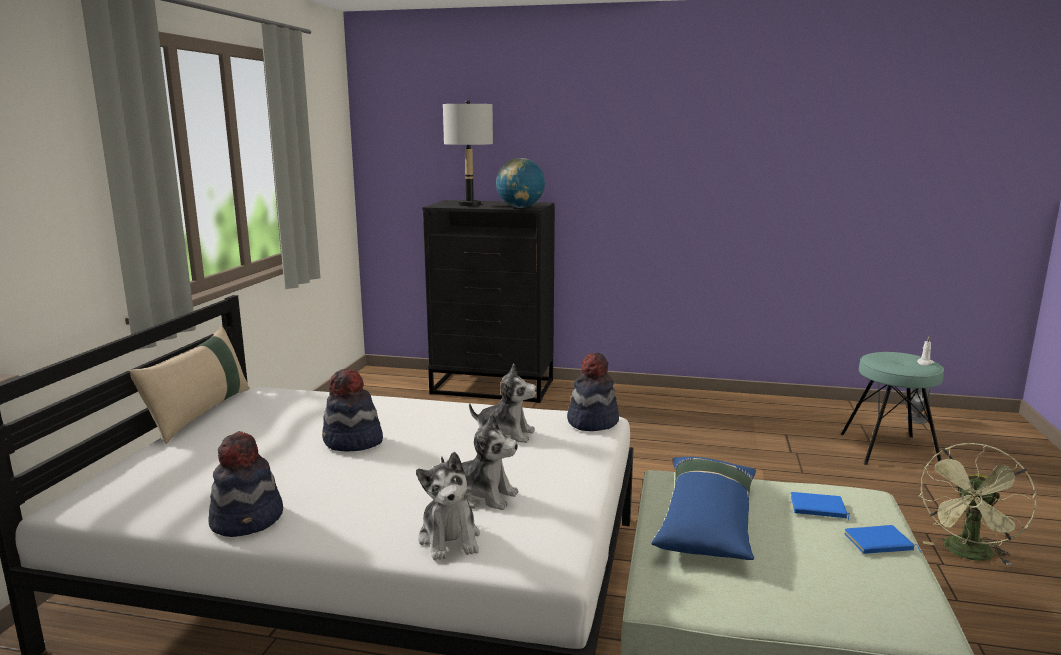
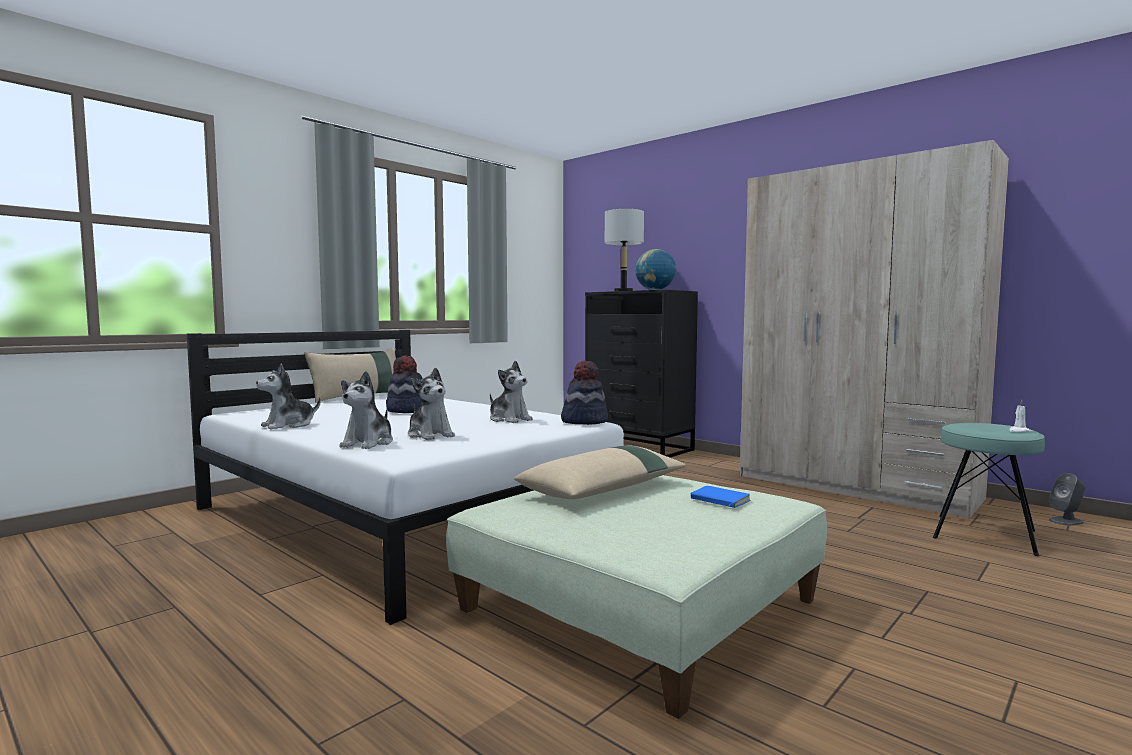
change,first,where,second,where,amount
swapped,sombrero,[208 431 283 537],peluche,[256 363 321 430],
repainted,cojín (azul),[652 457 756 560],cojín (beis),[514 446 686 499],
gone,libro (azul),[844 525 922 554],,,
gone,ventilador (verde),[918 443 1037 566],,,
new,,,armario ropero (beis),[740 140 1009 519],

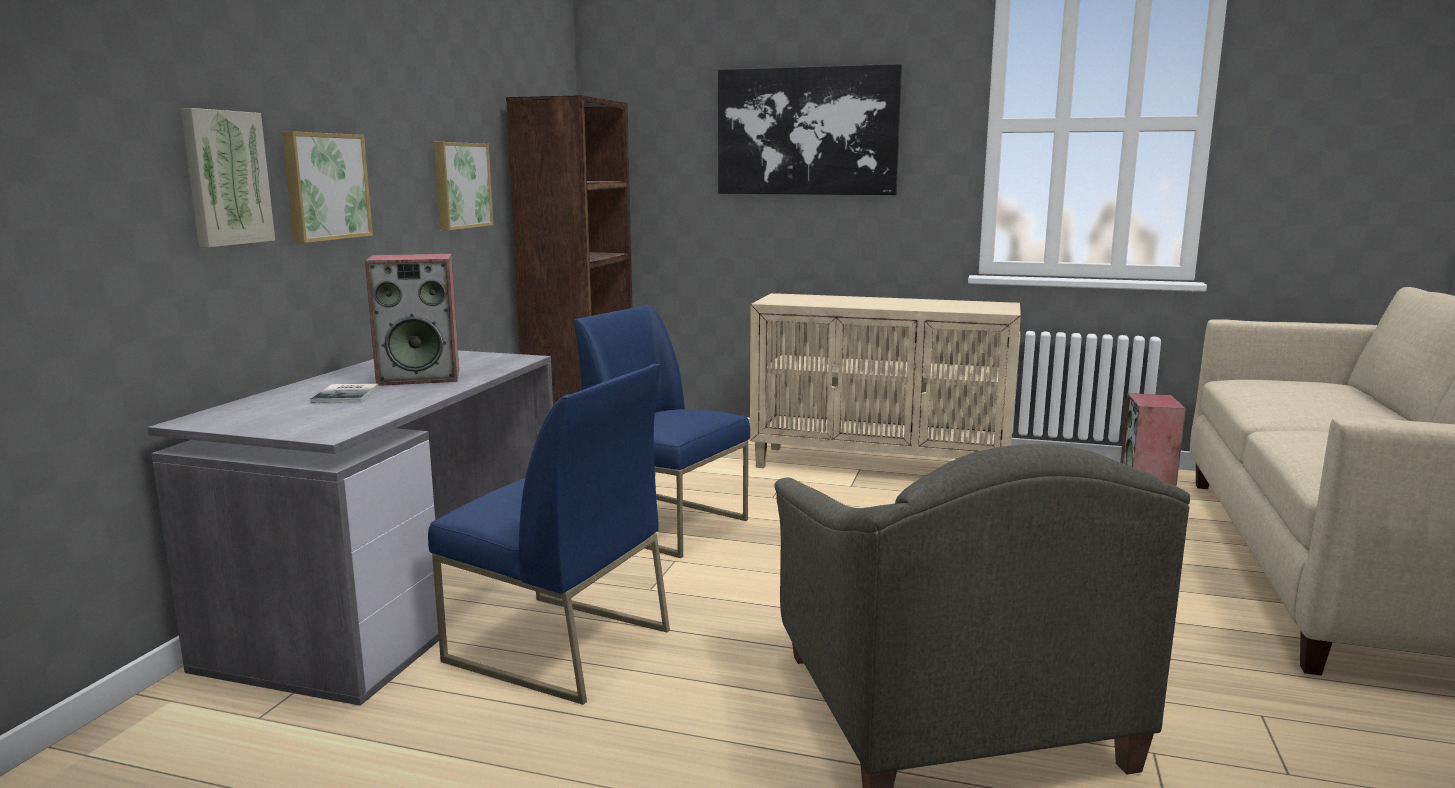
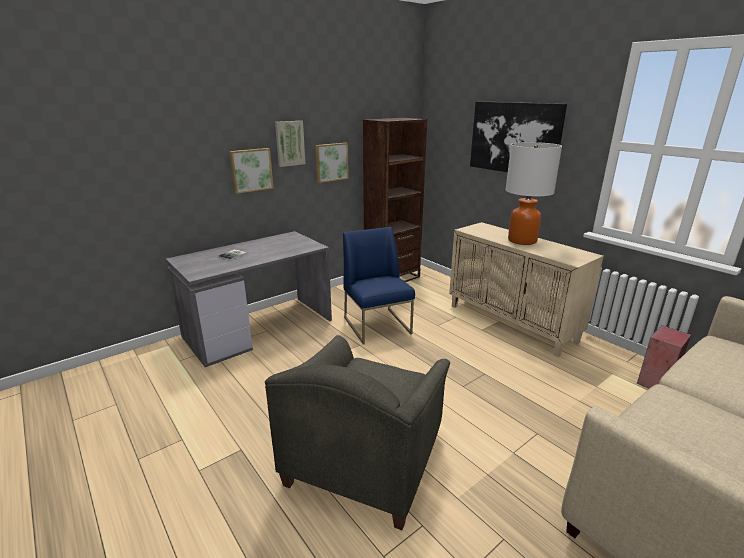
change,first,where,second,where,amount
shifted,cuadro,[180 108 275 247],,[275 121 305 167],
gone,altavoz,[365 254 459 386],,,
gone,silla (azul),[428 364 670 705],,,
new,,,lámpara de mesa,[505 142 562 245],

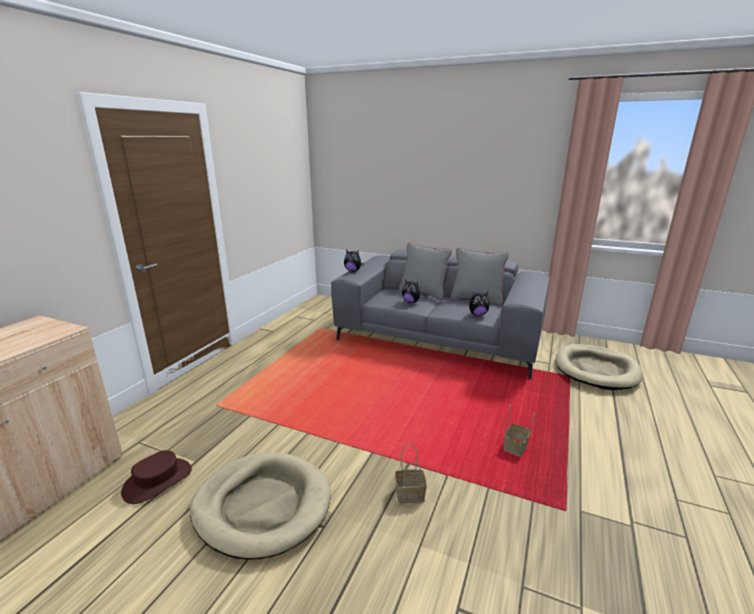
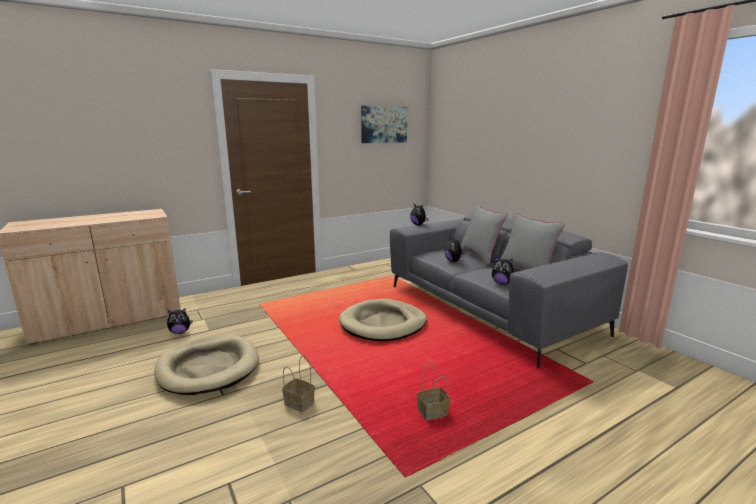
change,first,where,second,where,amount
swapped,sombrero (marrón),[121 450 192 504],peluche,[167 308 193 334],
shifted,cama para perro (beis),[556 344 643 390],,[339 299 427 341],
new,,,cuadro,[361 106 408 143],

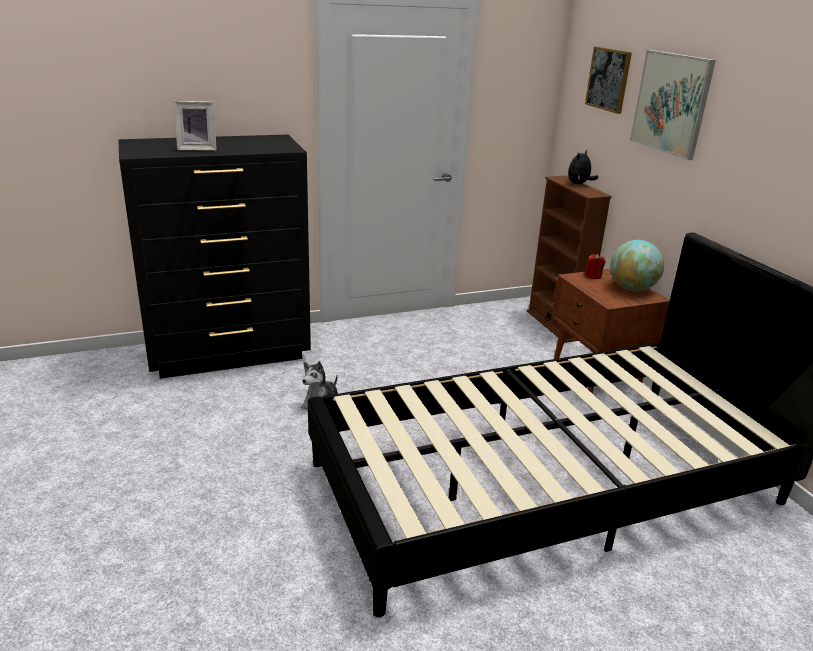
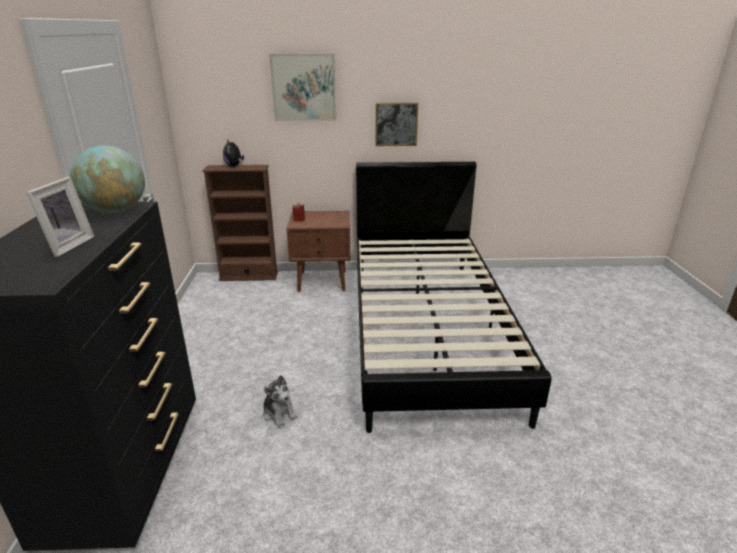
change,first,where,second,where,amount
shifted,cuadro,[585 47 632 114],,[376 102 418 146],
shifted,globo terráqueo,[610 240 664 291],,[70 146 145 213],

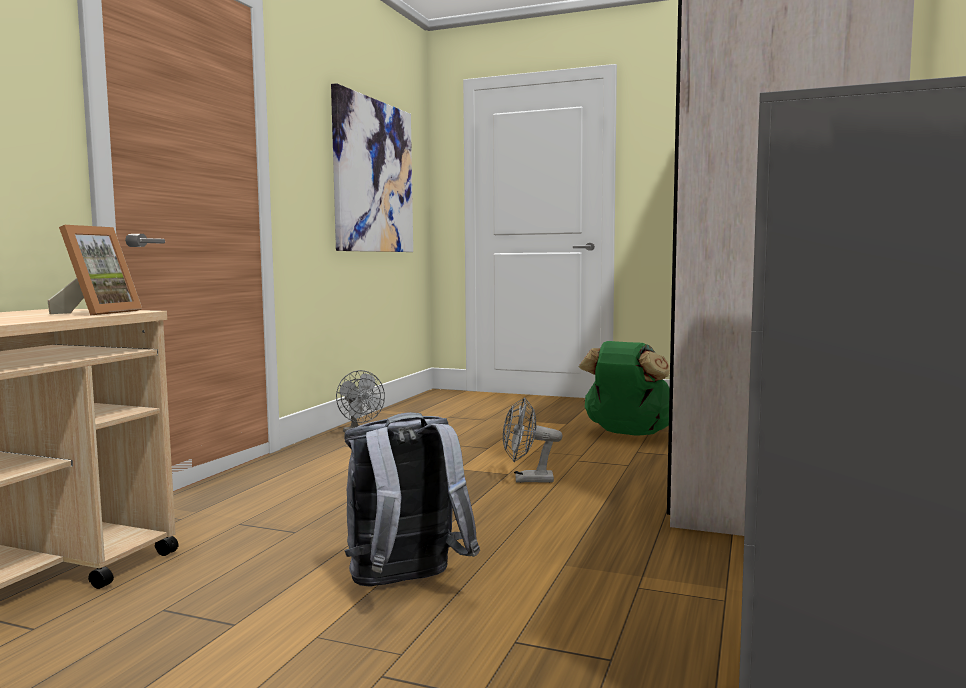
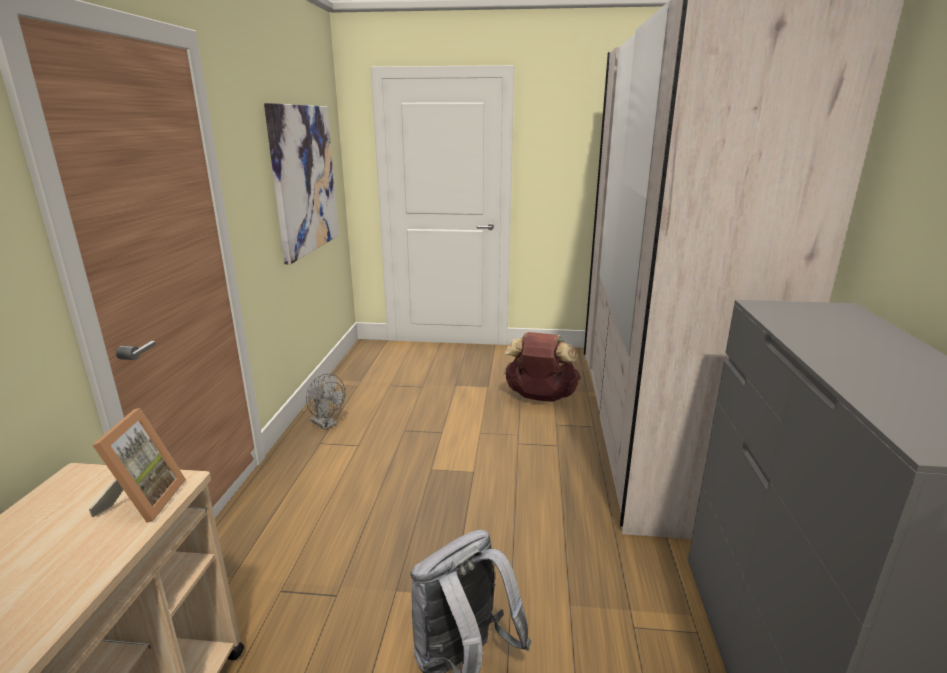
change,first,where,second,where,amount
gone,ventilador (gris),[503 397 562 483],,,
repainted,mochila (verde),[579 341 670 436],mochila (marrón),[504 332 581 401],

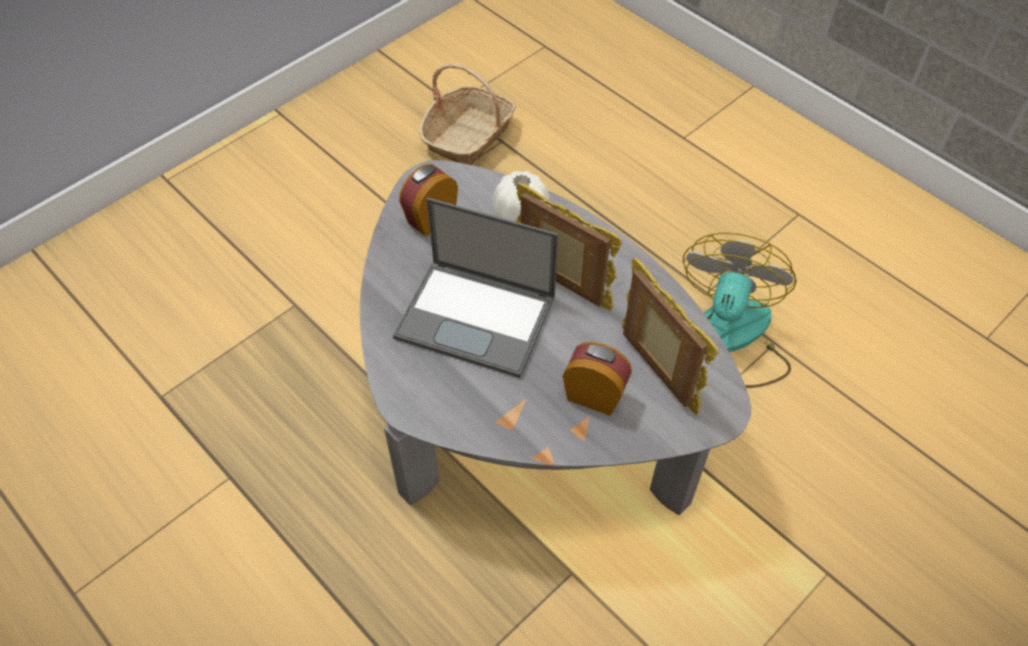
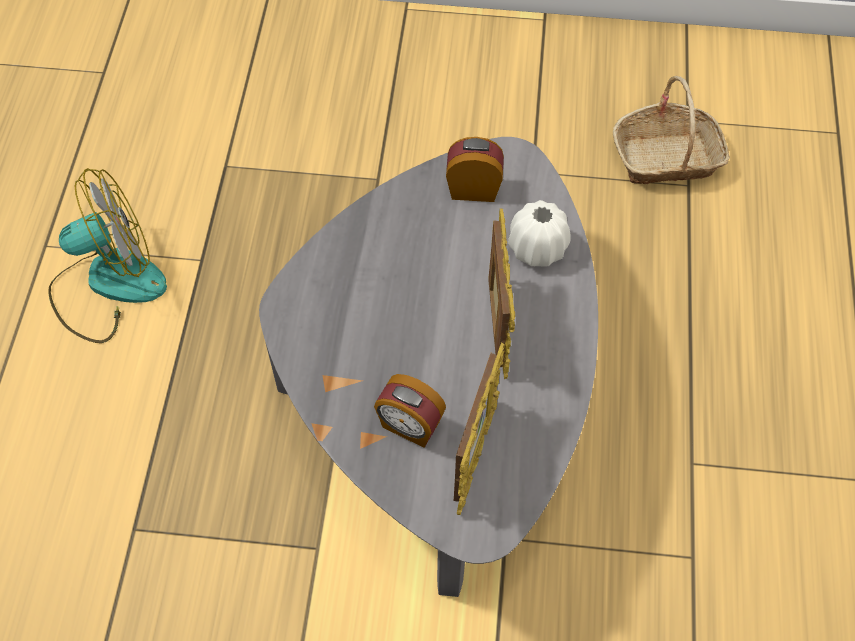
change,first,where,second,where,amount
gone,portátil,[393 198 558 378],,,
rotated,despertador,[563 342 632 416],,[374 374 446 448],135 degrees clockwise
shifted,ventilador,[683 232 797 388],,[48 168 167 343],

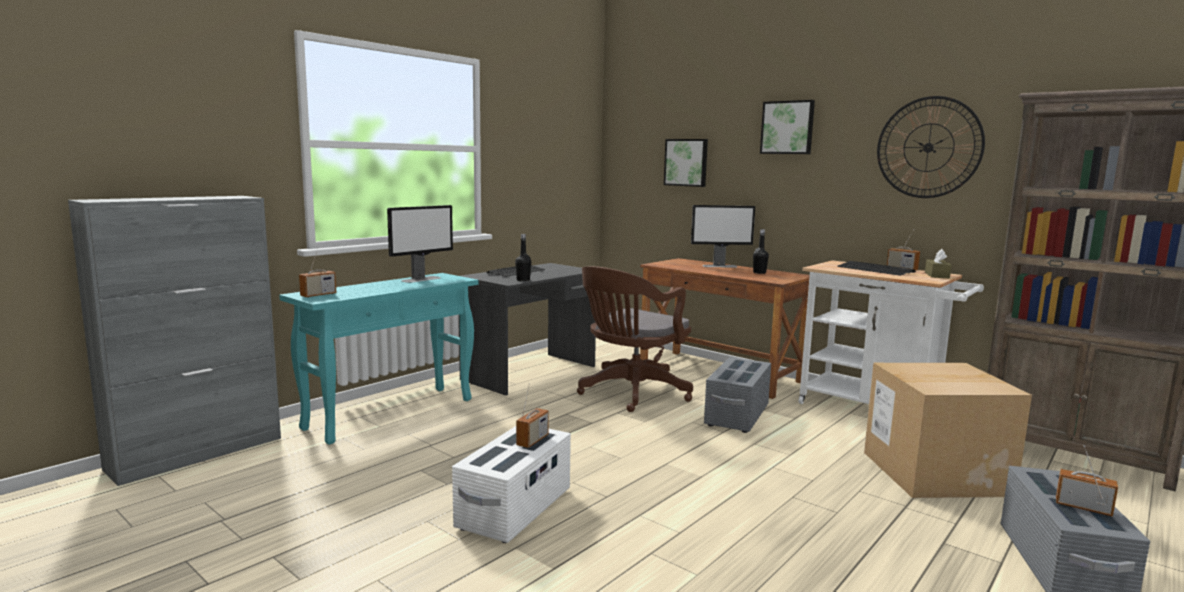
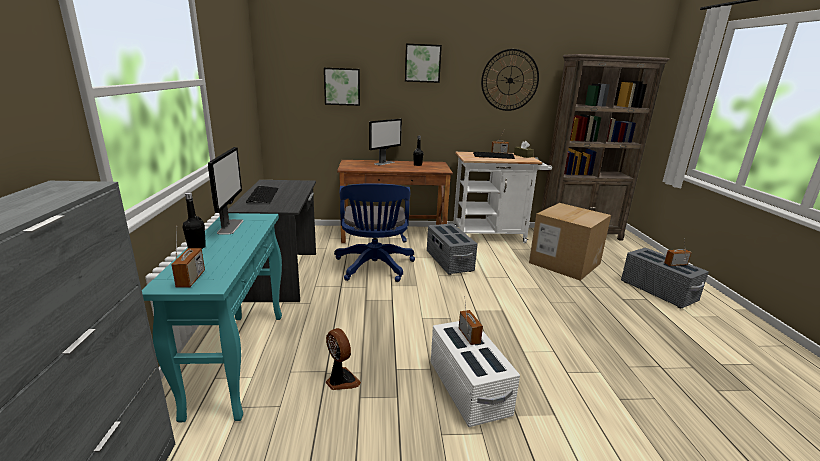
change,first,where,second,where,amount
shifted,botella (negro),[515 234 531 281],,[183 193 206 249],
repainted,silla de oficina (marrón),[577 266 693 412],silla de oficina (azul),[334 183 415 282],
new,,,ventilador,[326 328 361 390],

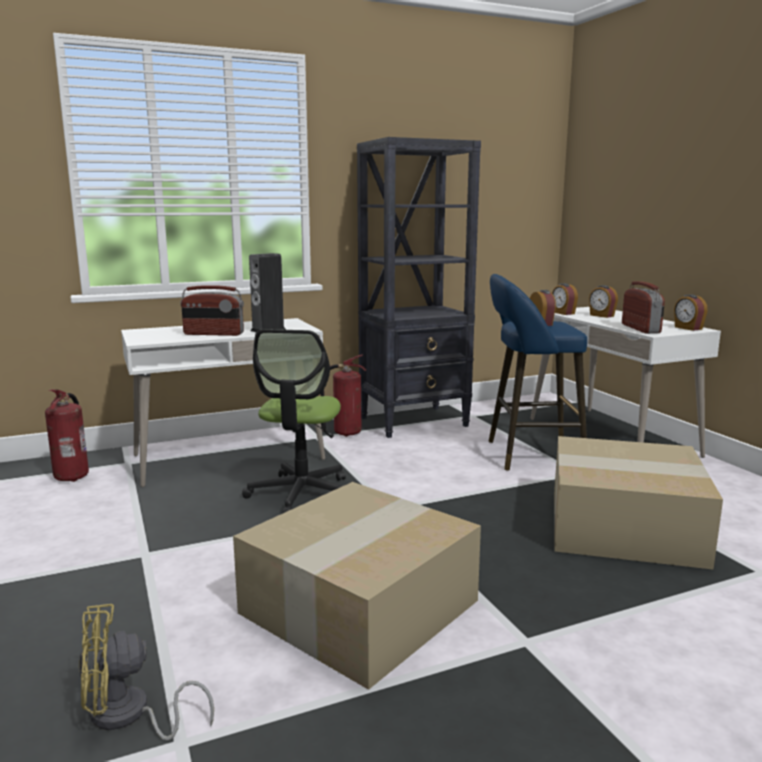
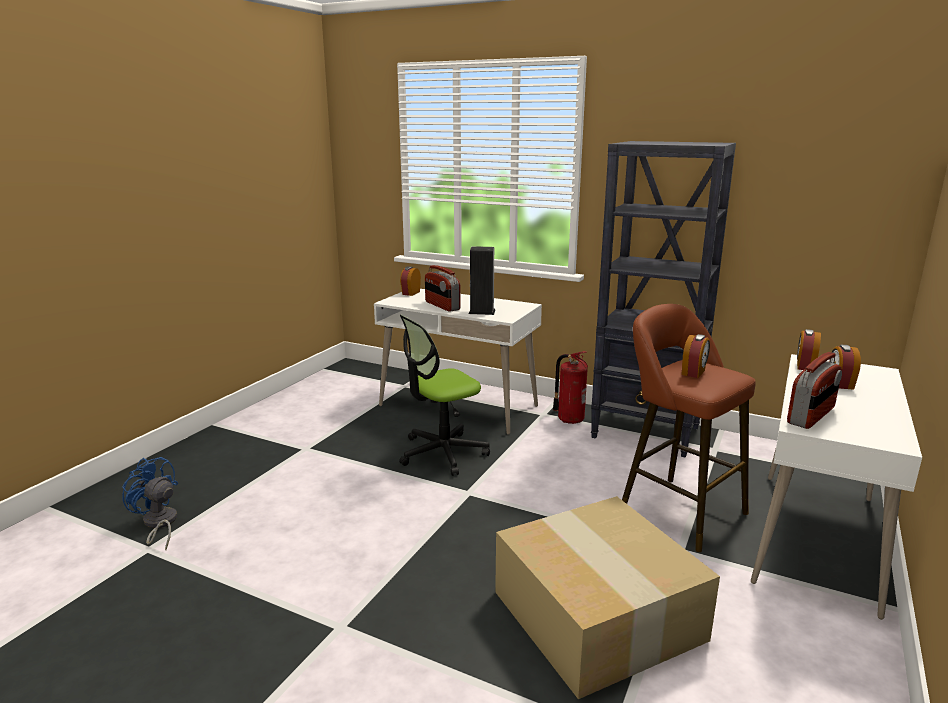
change,first,where,second,where,amount
gone,extintor,[45 389 89 482],,,
repainted,ventilador (amarillo),[78 604 214 740],ventilador (azul),[122 457 178 550],
gone,caja de cartón,[233 482 481 690],,,
repainted,taburete (azul),[488 274 587 471],taburete (marrón),[622 304 756 552],
shifted,despertador,[674 294 707 331],,[400 266 421 296],

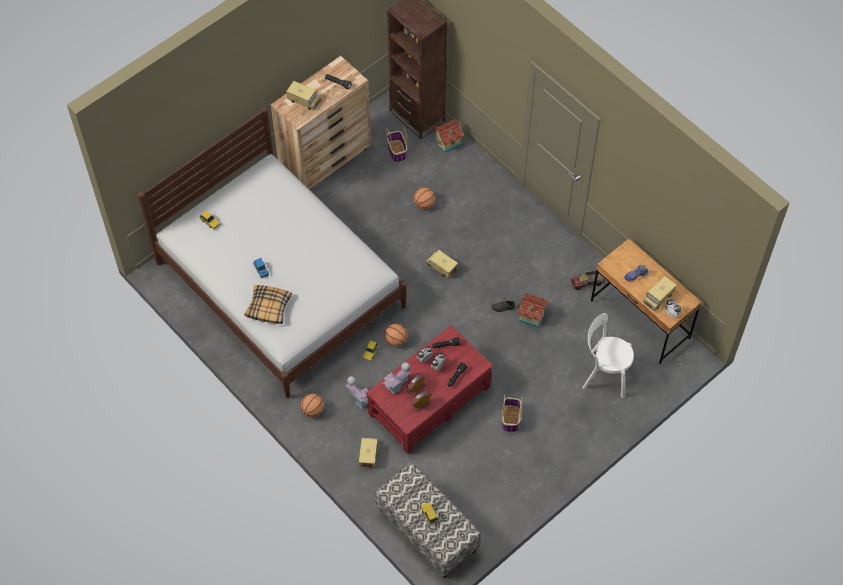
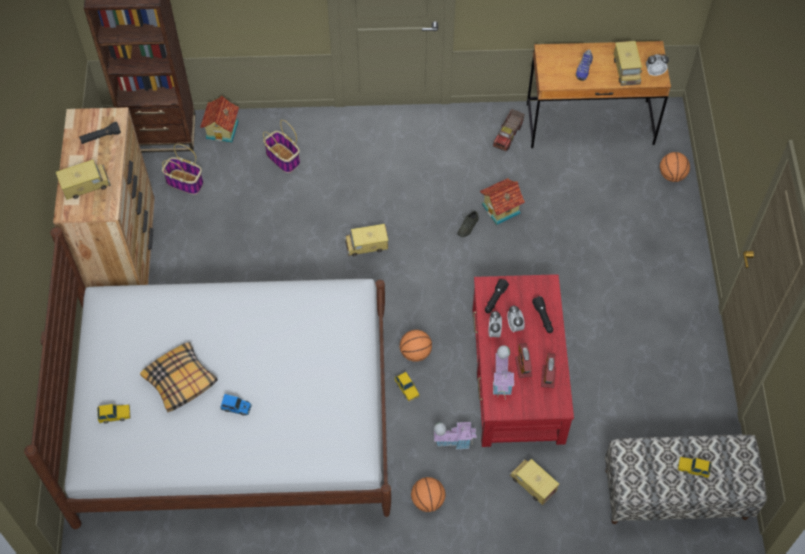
change,first,where,second,where,amount
shifted,cojín,[244 285 292 324],,[140 342 218 412],
shifted,balón de baloncesto,[414 187 435 209],,[660 152 690 182],
shifted,cesta,[502 395 523 432],,[263 120 300 173],
gone,silla (blanco),[582 313 634 398],,,

